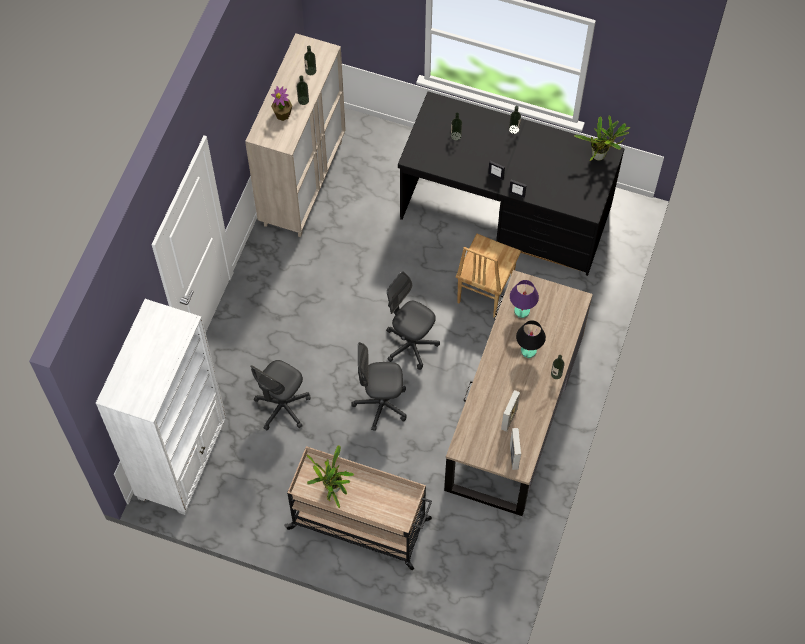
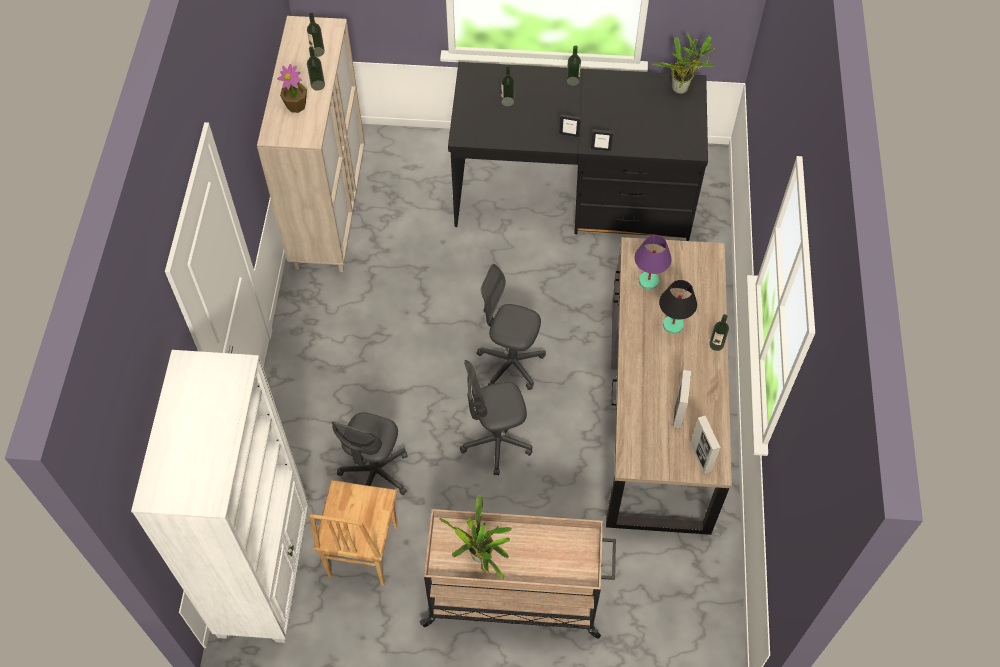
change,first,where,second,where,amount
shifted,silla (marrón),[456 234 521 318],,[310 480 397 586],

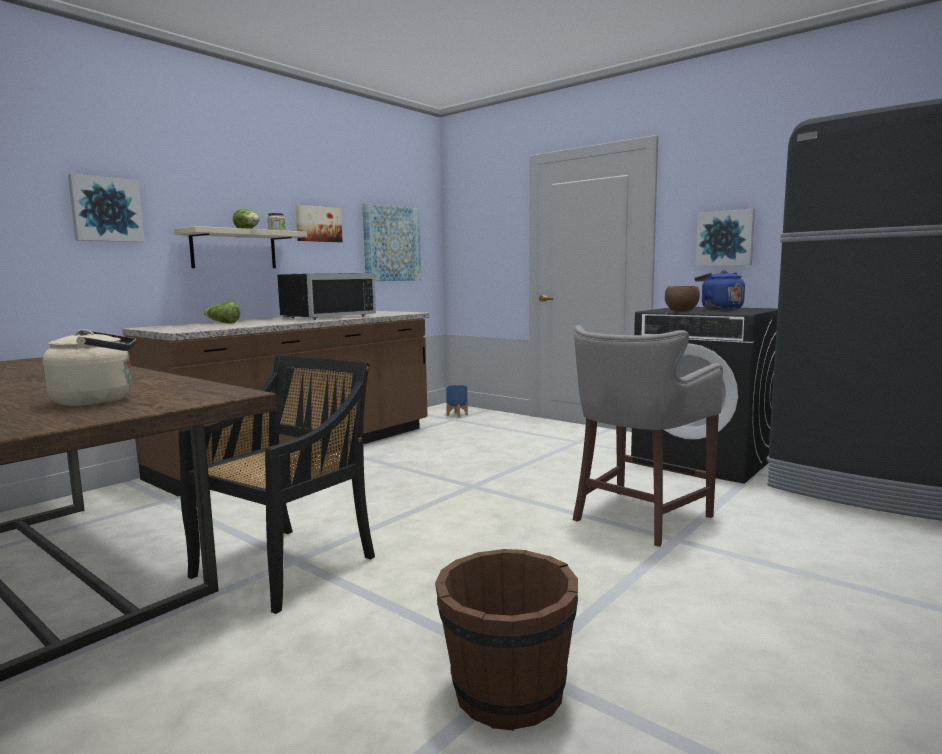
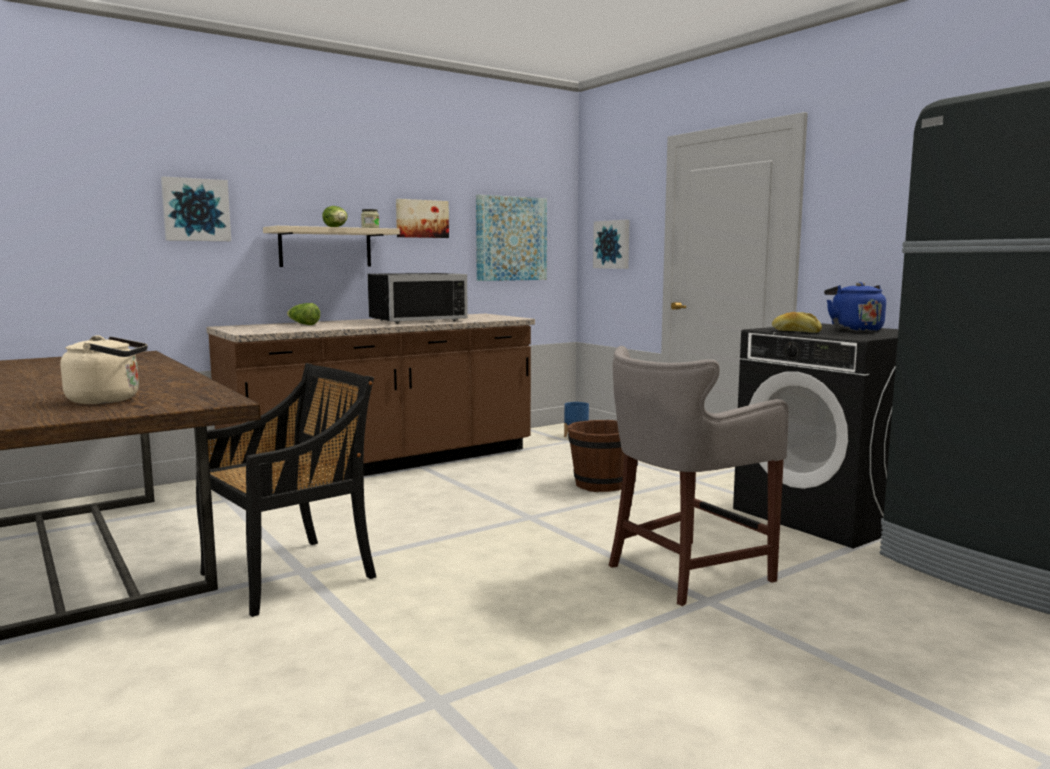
change,first,where,second,where,amount
shifted,cubo (marrón),[435 549 578 730],,[568 420 624 492],
swapped,cuenco (marrón),[665 286 700 312],pan,[772 312 822 333],
shifted,cuadro,[696 209 755 266],,[593 220 630 269],

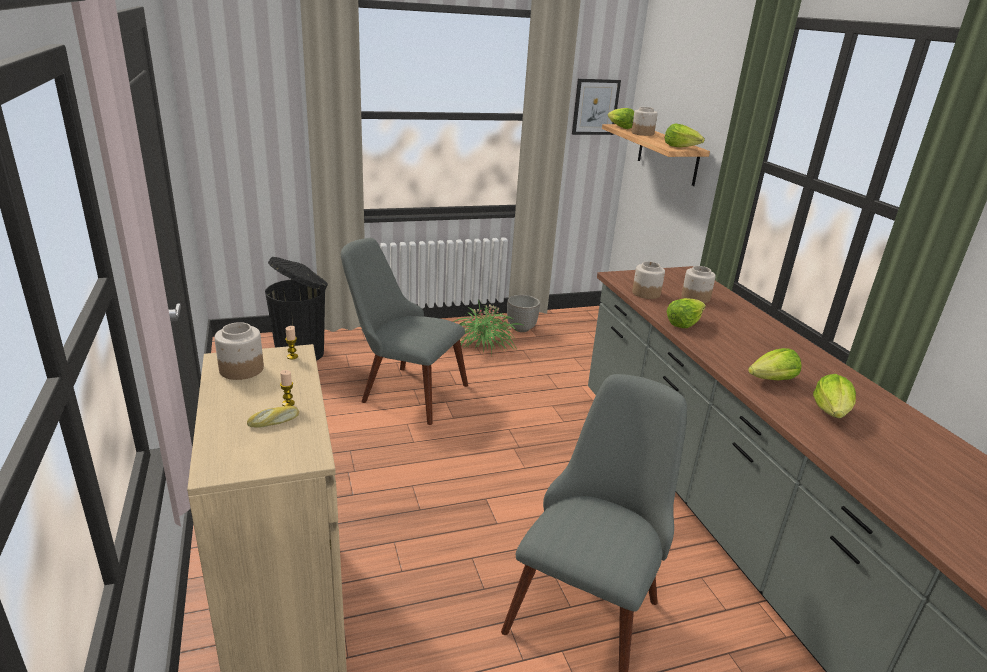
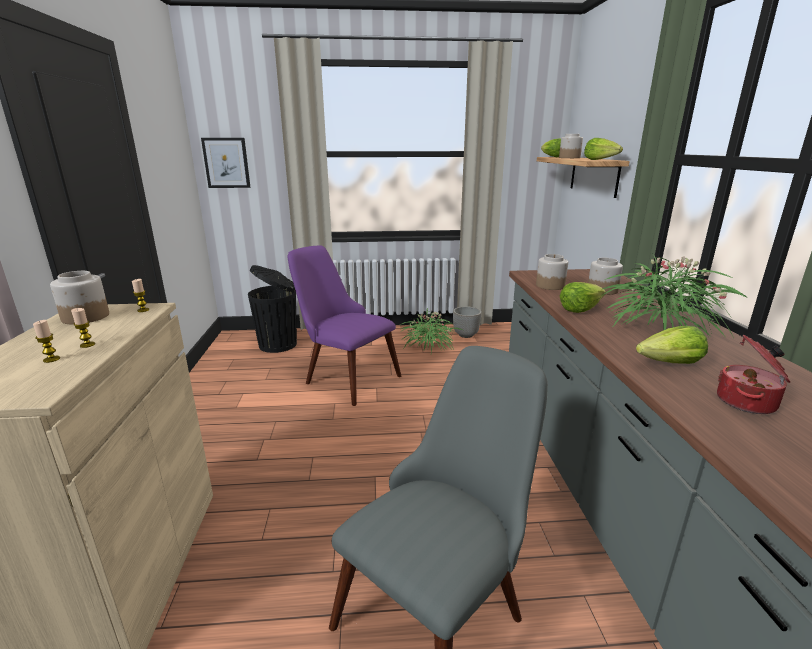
change,first,where,second,where,amount
swapped,pan,[247 406 299 428],vela,[33 320 60 363],
repainted,silla (gris),[341 238 468 425],silla (morado),[288 245 401 406],
shifted,cuadro,[572 79 621 135],,[201 138 251 188],
swapped,lechuga,[813 374 856 418],olla,[717 335 790 414],
new,,,planta en maceta,[601 256 746 338],

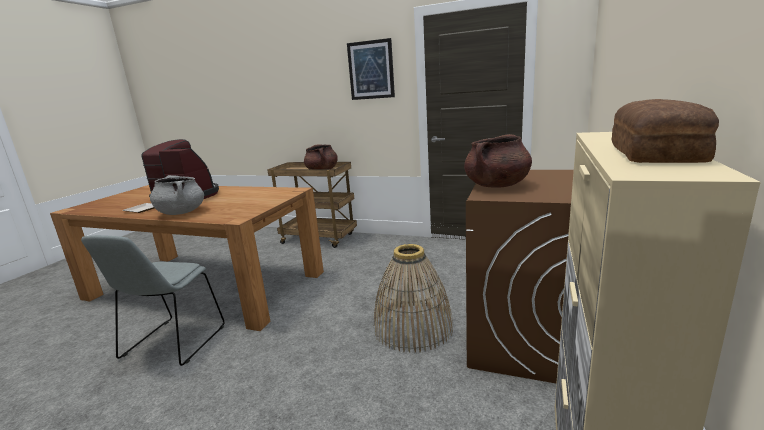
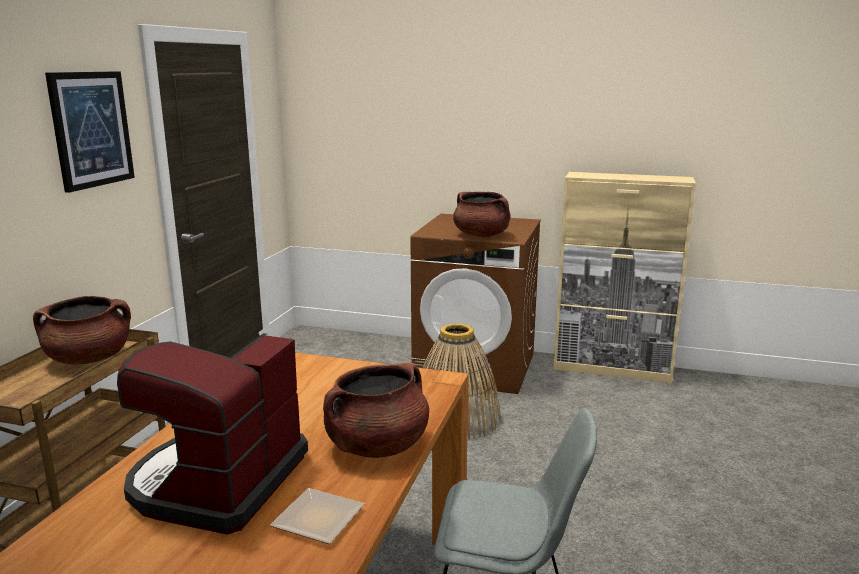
change,first,where,second,where,amount
repainted,olla (gris),[150 175 204 215],olla (marrón),[323 363 429 458],
gone,pan,[612 99 719 163],,,

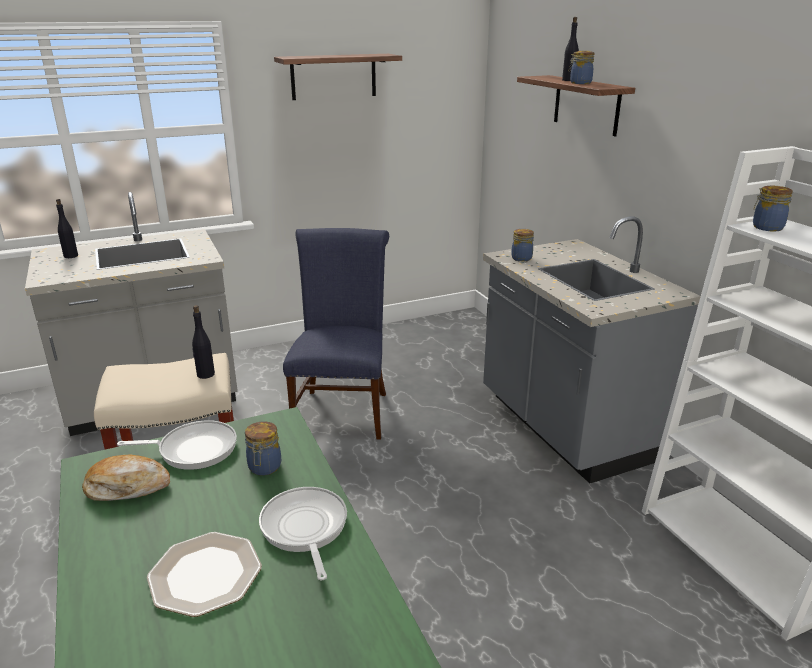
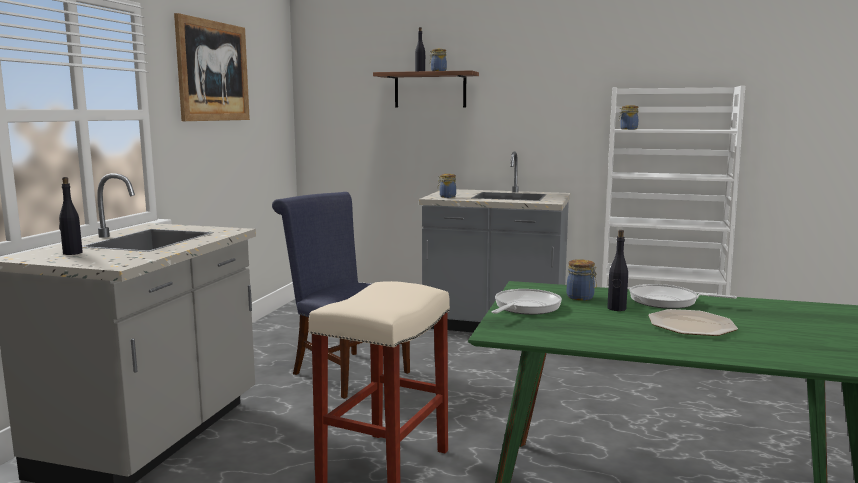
change,first,where,second,where,amount
gone,pan,[82 454 170 501],,,
shifted,botella (negro),[192 305 215 379],,[607 230 628 311],
swapped,estante,[274 54 402 100],cuadro,[174 13 250 121],

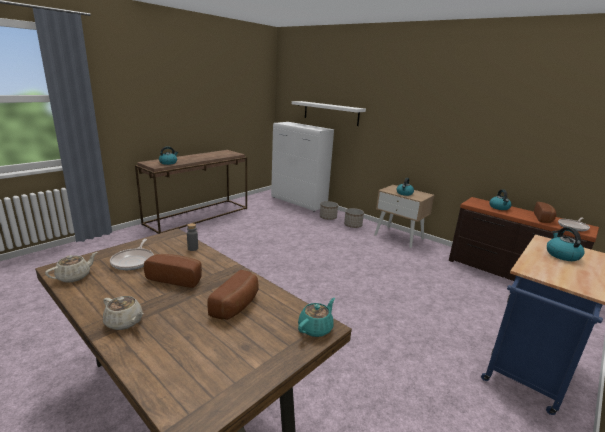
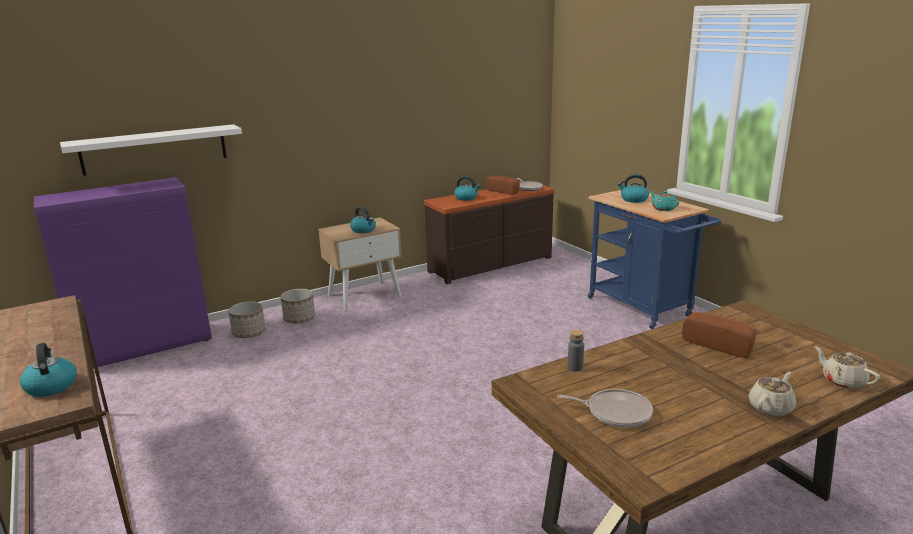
change,first,where,second,where,amount
shifted,tetera (beis),[45 252 97 283],,[814 346 880 389],
gone,pan,[144 254 202 288],,,
repainted,armario (blanco),[271 122 334 212],armario (morado),[34 177 212 368],
shifted,tetera (turquesa),[298 298 335 337],,[650 191 679 211],

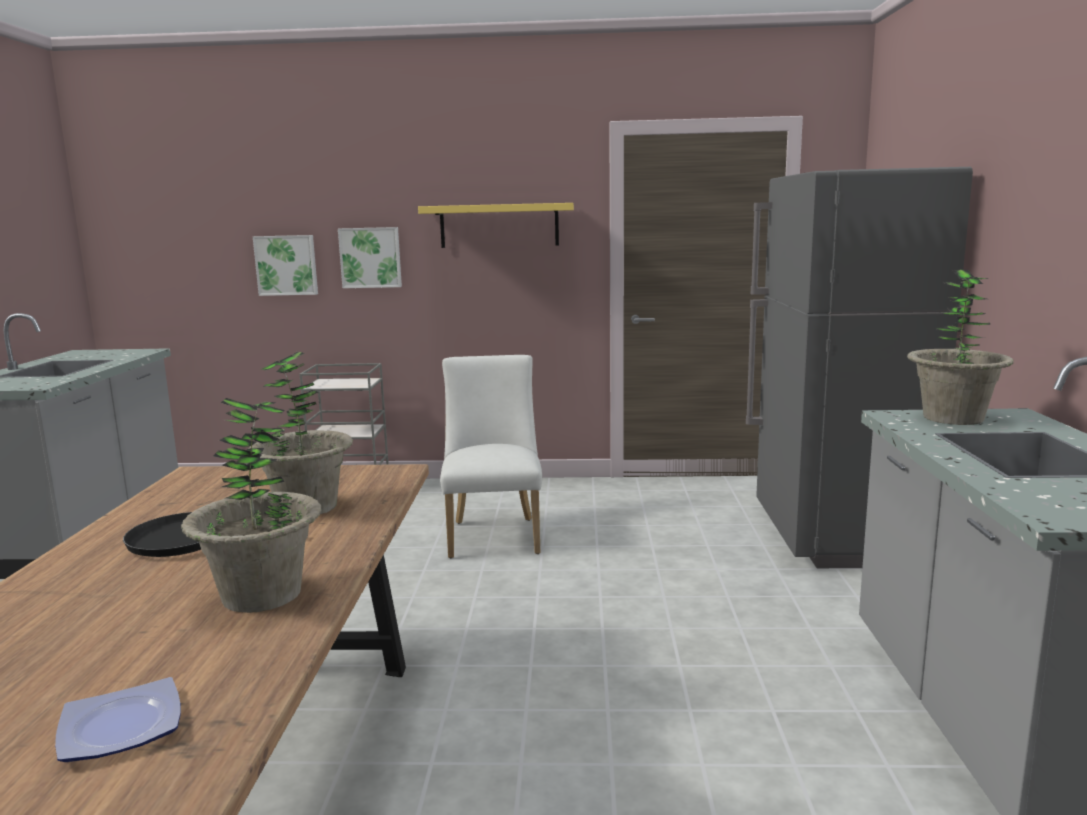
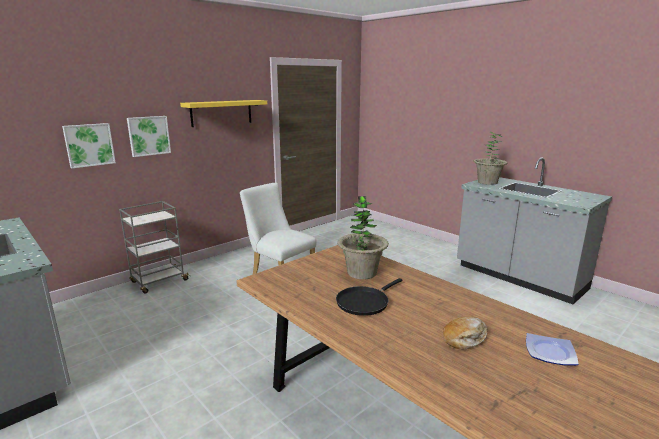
change,first,where,second,where,amount
gone,planta en maceta,[181 398 321 613],,,
gone,nevera (gris),[746 167 973 568],,,
new,,,pan,[443 317 488 349],

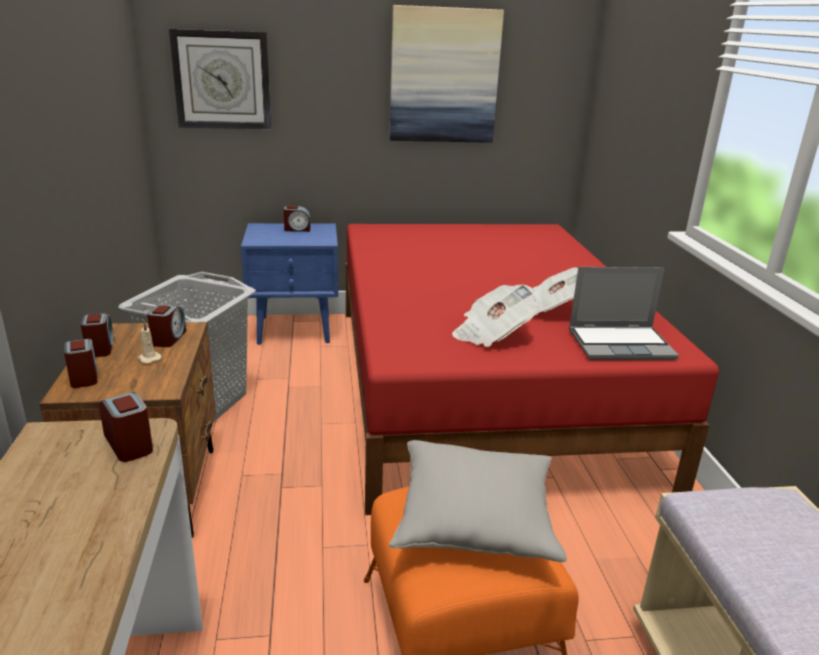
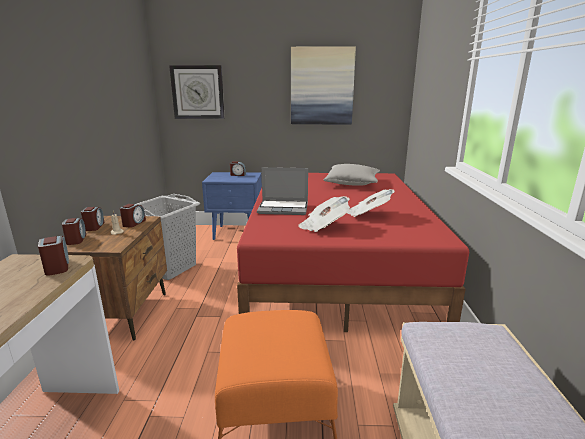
change,first,where,second,where,amount
shifted,cojín (gris),[389 440 567 562],,[323 164 380 186],
shifted,portátil,[569 267 679 360],,[257 167 308 215],

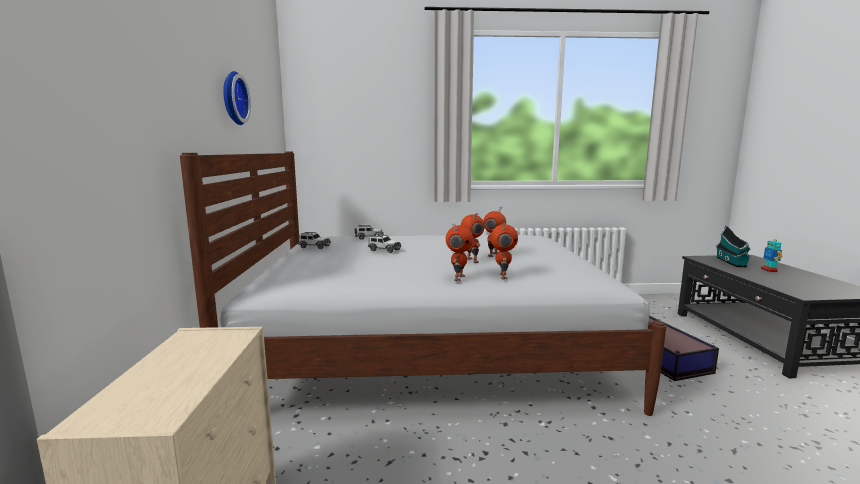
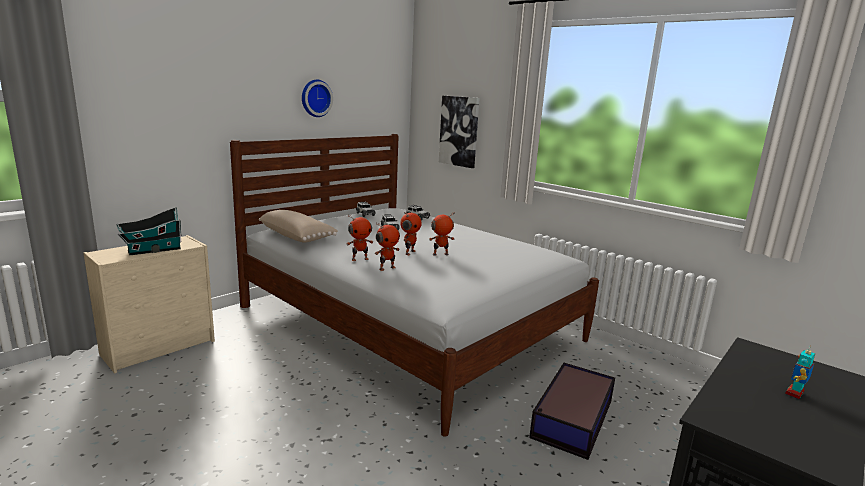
change,first,where,second,where,amount
shifted,casita,[716 225 751 267],,[116 207 182 255],
new,,,cojín (beis),[259 210 338 242],
new,,,cuadro,[439 96 480 168],

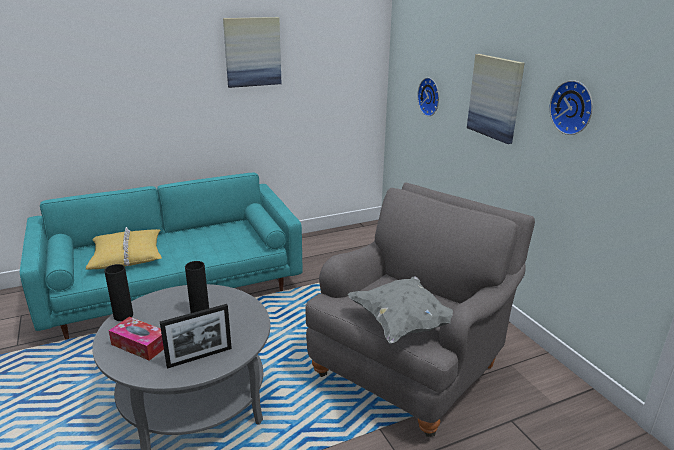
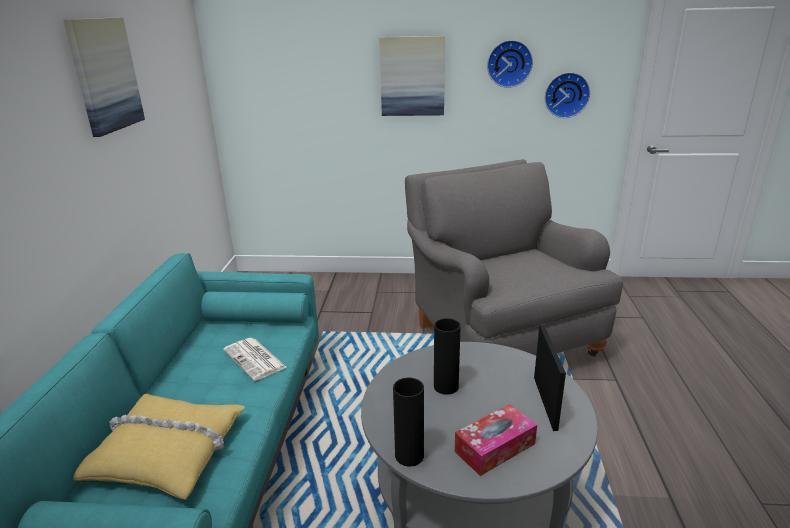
change,first,where,second,where,amount
gone,cojín (gris),[348 276 453 344],,,
shifted,reloj de pared,[417 78 439 116],,[545 72 590 118],
new,,,periódico,[223 338 287 381],

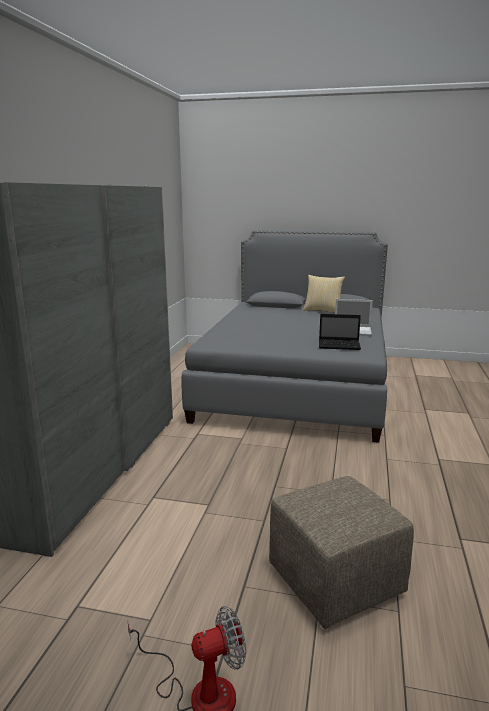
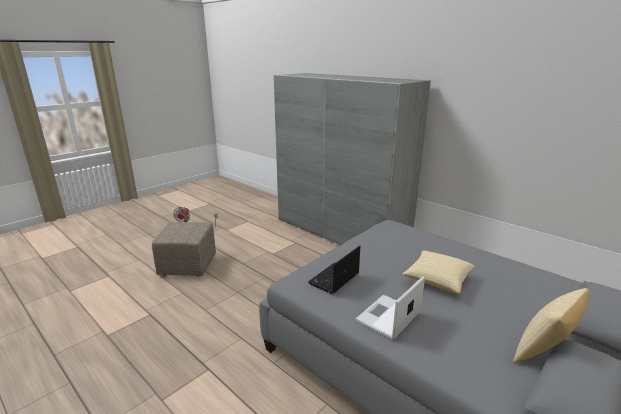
change,first,where,second,where,amount
new,,,cojín,[402 251 475 294],

